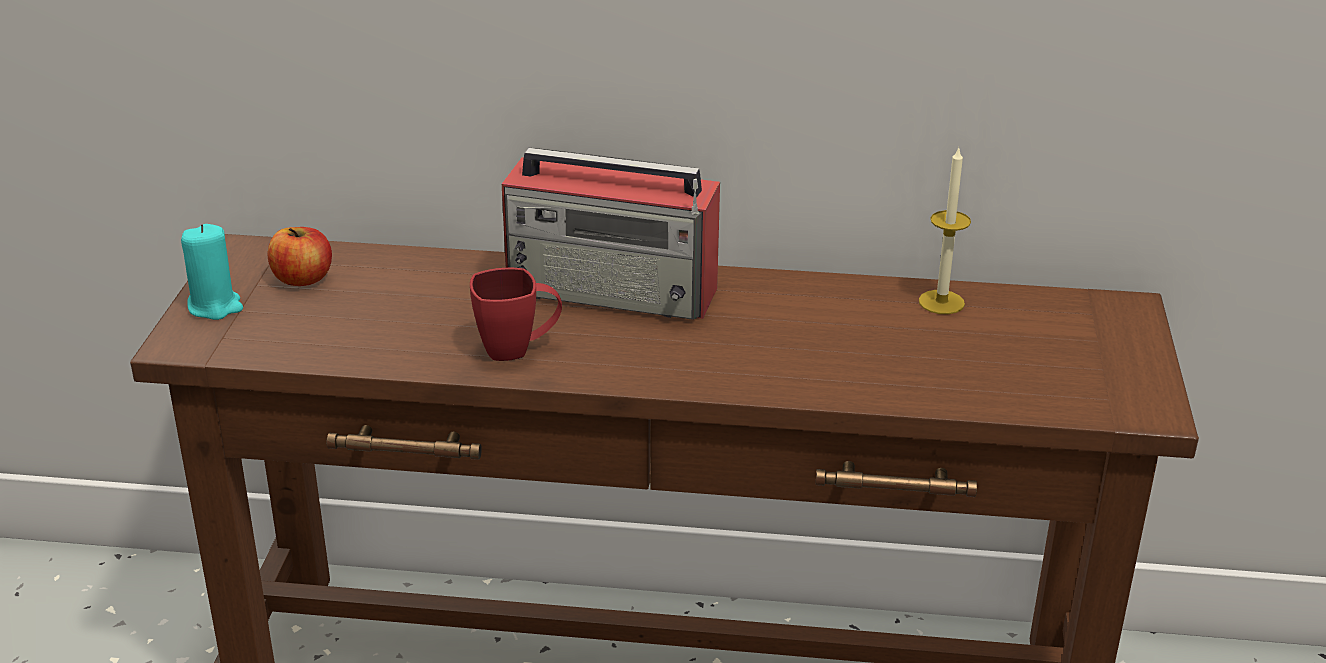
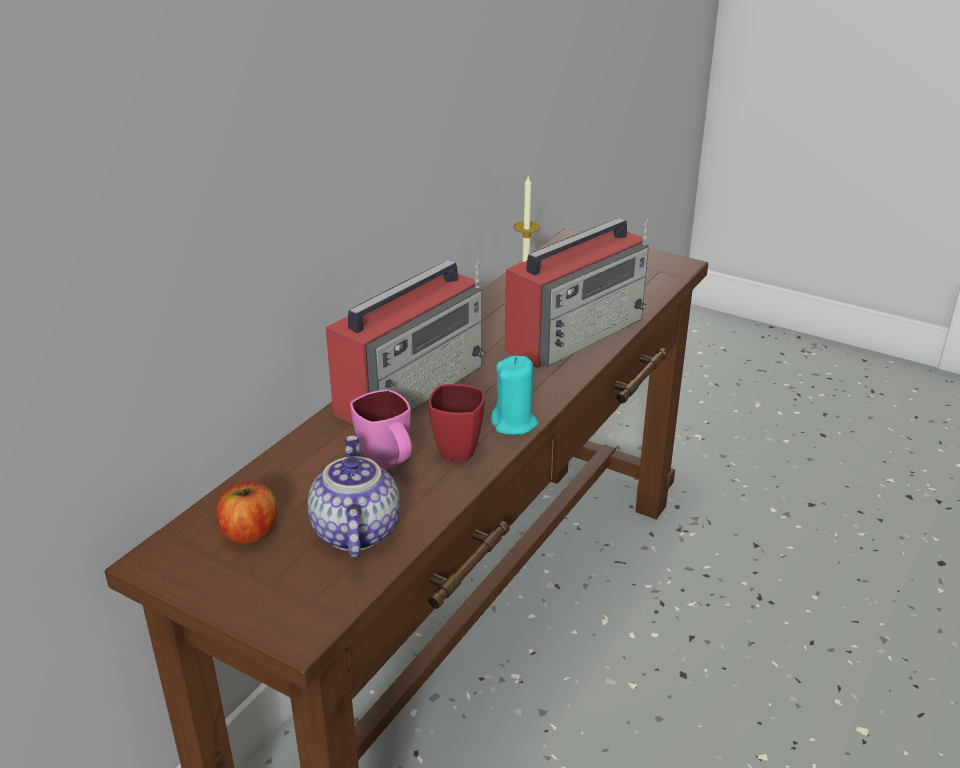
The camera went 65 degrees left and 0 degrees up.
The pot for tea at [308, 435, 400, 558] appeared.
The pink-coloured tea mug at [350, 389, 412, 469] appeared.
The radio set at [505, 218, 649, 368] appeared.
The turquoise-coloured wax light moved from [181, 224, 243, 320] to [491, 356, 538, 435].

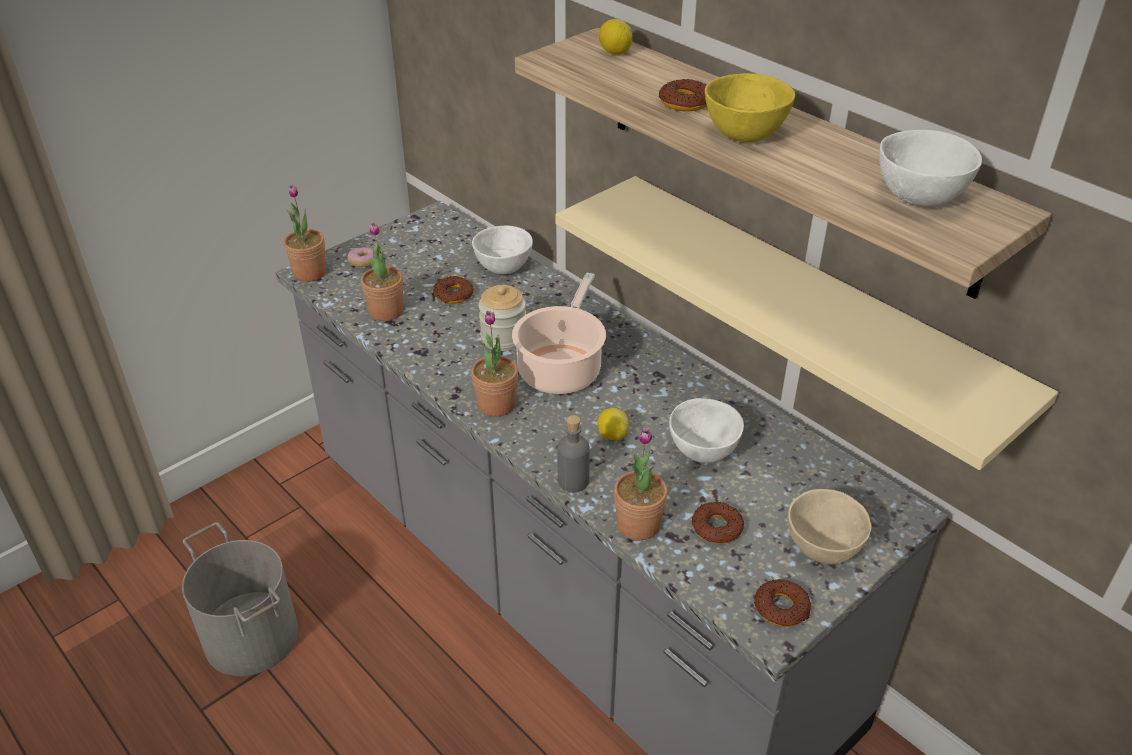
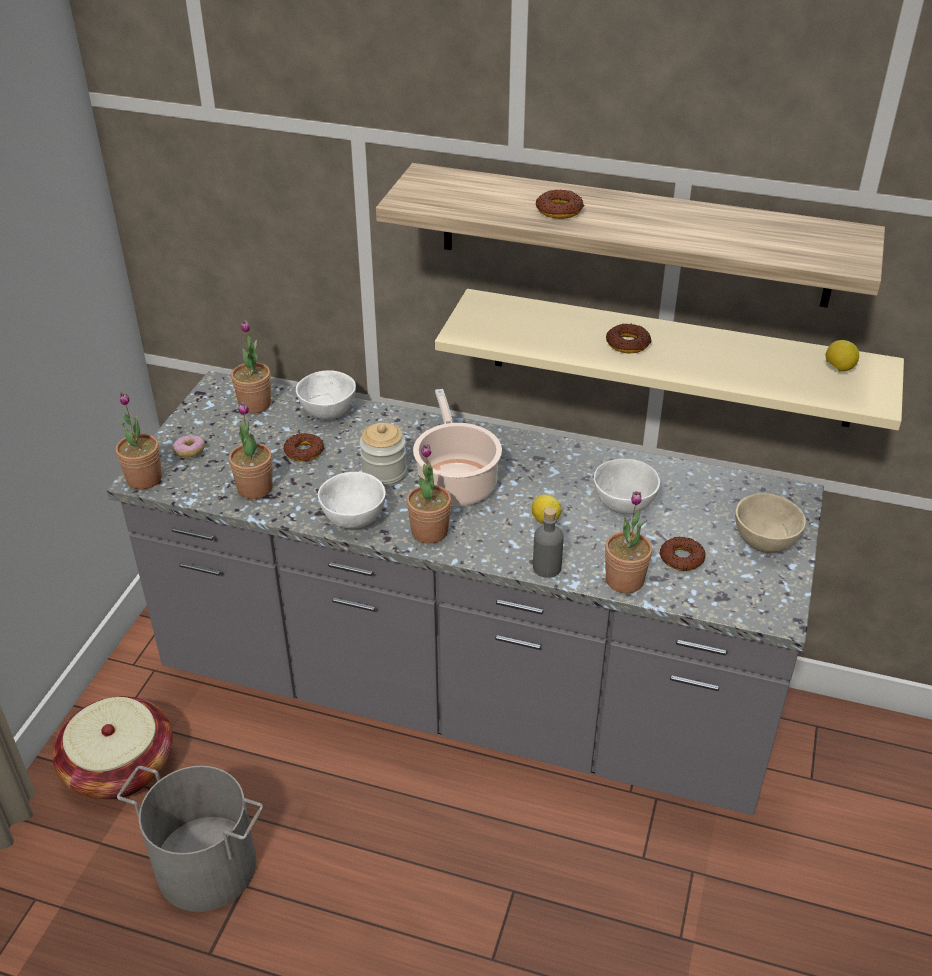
The camera went 30 degrees left and 0 degrees up.
The yellow bowl at [705, 73, 795, 142] disappeared.
The household basket at [52, 696, 173, 799] appeared.
The houseplant at [231, 320, 271, 414] appeared.
The lemon moved from [599, 19, 633, 55] to [826, 340, 859, 372].
The donut moved from [754, 579, 811, 627] to [606, 324, 652, 354].
The whitish bowl moved from [879, 130, 982, 207] to [318, 472, 386, 529].

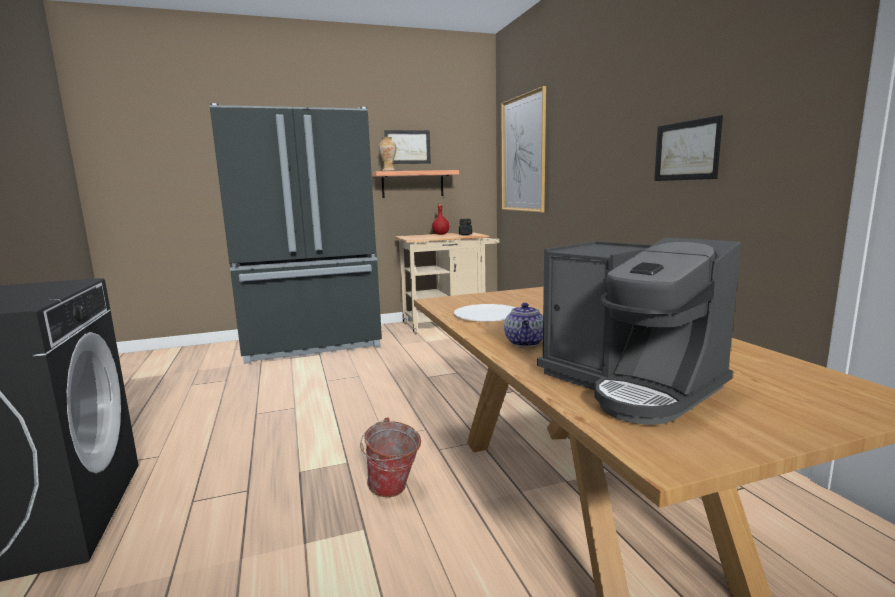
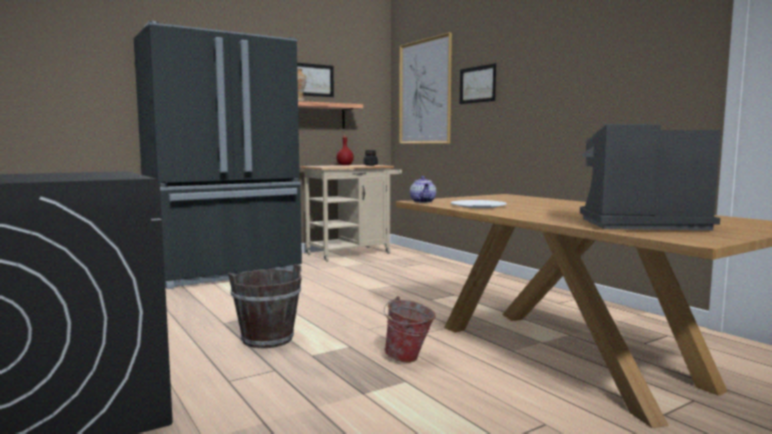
The camera went 15 degrees left and 5 degrees down.
The brown-coloured pail at [228, 264, 302, 348] appeared.
The pot for tea moved from [504, 303, 543, 347] to [410, 176, 436, 203].
The wall picture moved from [654, 115, 723, 181] to [460, 63, 496, 104].
The coffee machine at [537, 237, 741, 425] turned 150 degrees clockwise.

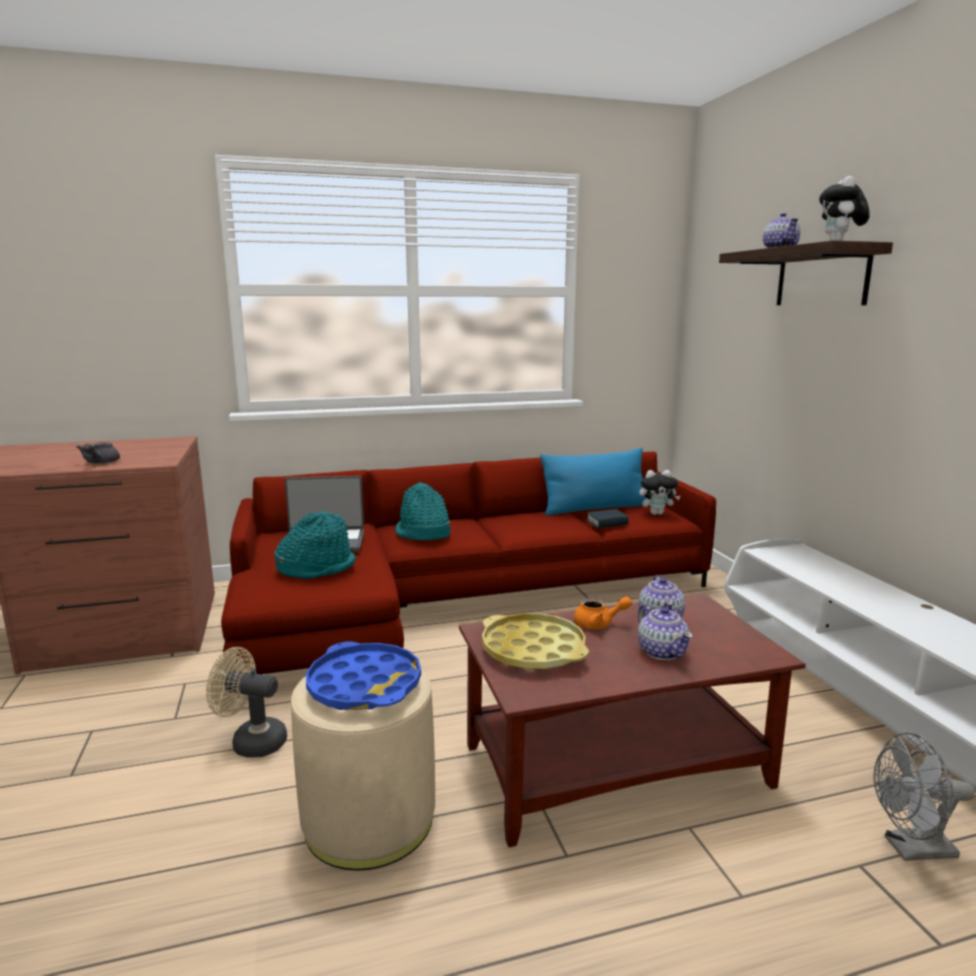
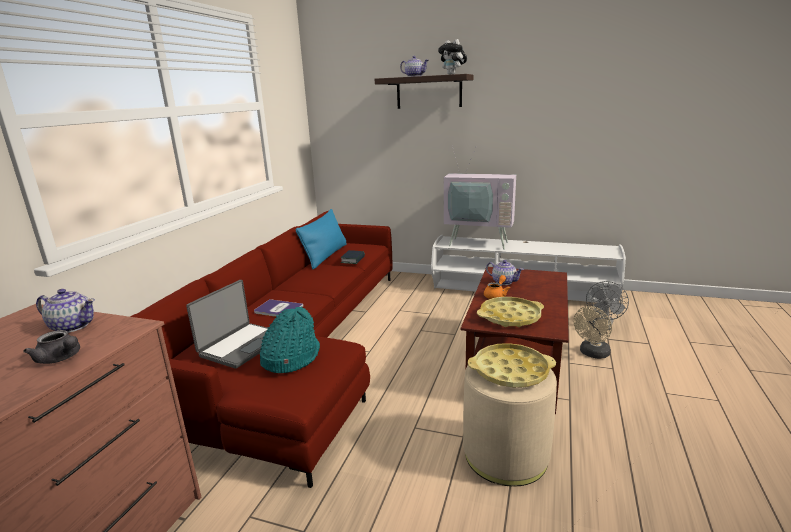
The camera went 55 degrees left and 5 degrees up.
The soft toy at [639, 470, 680, 515] disappeared.
The television at [444, 146, 516, 250] appeared.
The beige cooling fan moved from [206, 647, 287, 758] to [573, 306, 612, 359].
The pot for tea moved from [638, 604, 693, 660] to [36, 289, 95, 333].
The turquoise-coloured hat at [395, 482, 451, 540] was replaced by the bound book at [254, 299, 303, 317].
The blue-coloured carrying tray at [306, 641, 421, 710] became the yellow carrying tray at [468, 343, 556, 387].

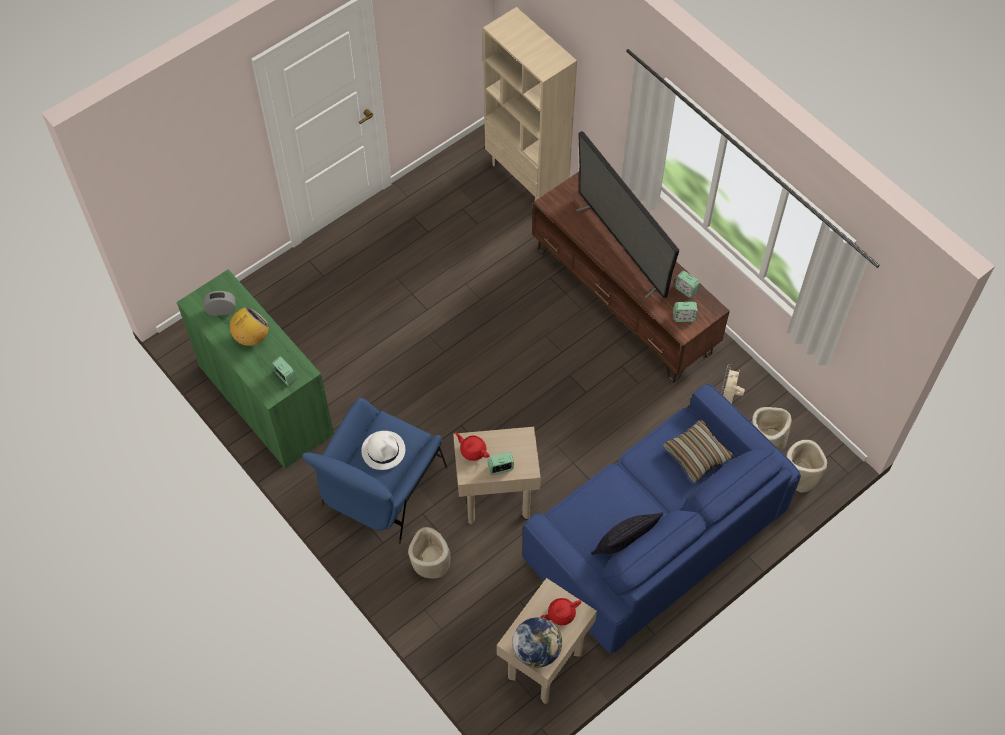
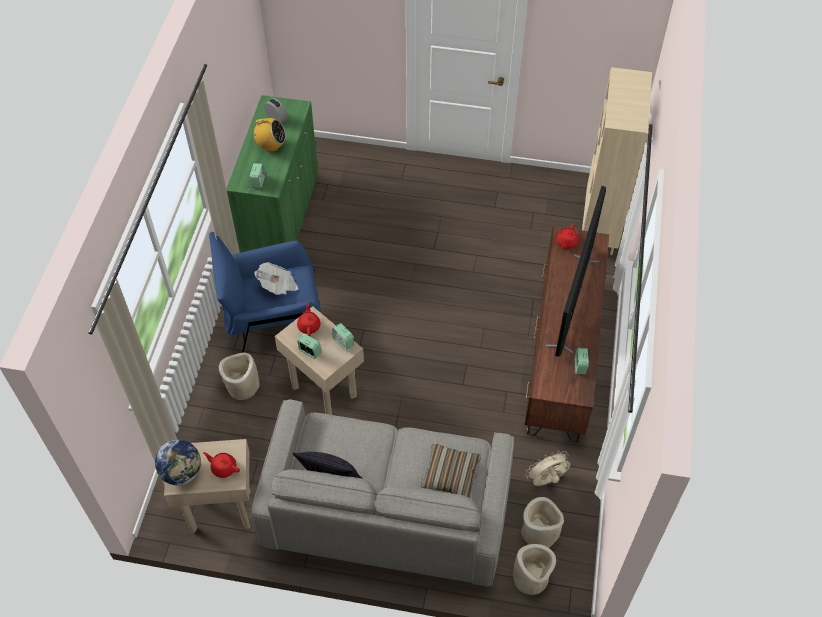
The camera went 50 degrees right and 5 degrees down.
The reddish pot for tea at [556, 224, 579, 249] appeared.
The alarm clock moved from [673, 302, 698, 322] to [332, 323, 354, 351].
The whitish hat at [361, 431, 405, 470] was replaced by the daily paper at [255, 262, 298, 295].
The blue-coloured settee at [522, 384, 801, 654] became the grey settee at [252, 399, 514, 586].

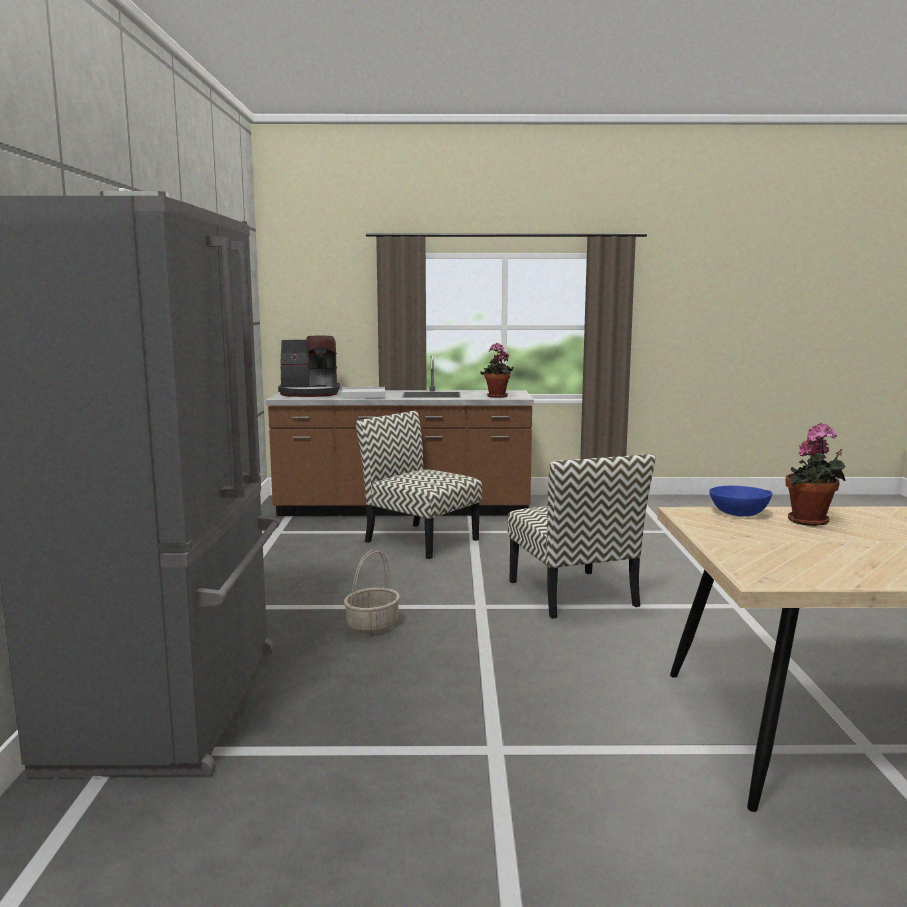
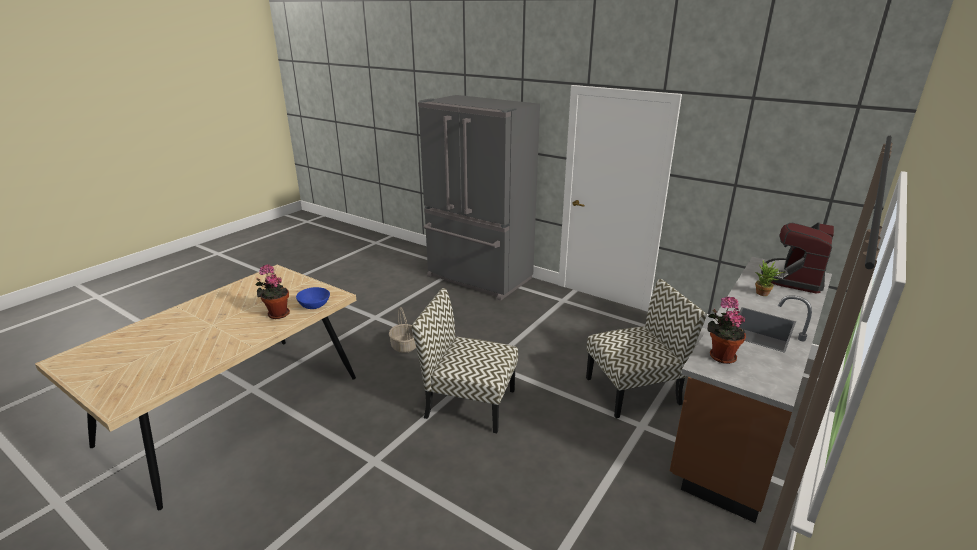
The camera went 125 degrees right and 15 degrees up.
The household basket moved from [344, 550, 400, 634] to [389, 307, 416, 353].
The whitish carrying tray at [341, 387, 385, 399] was replaced by the houseplant at [755, 260, 785, 296].

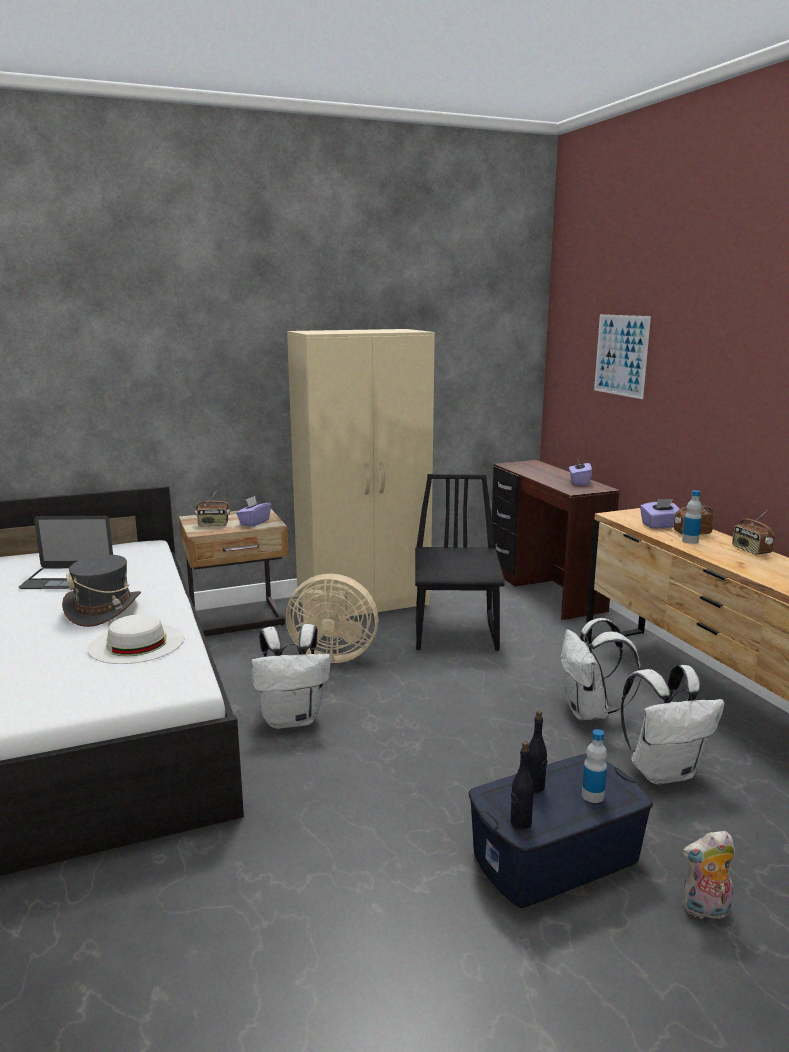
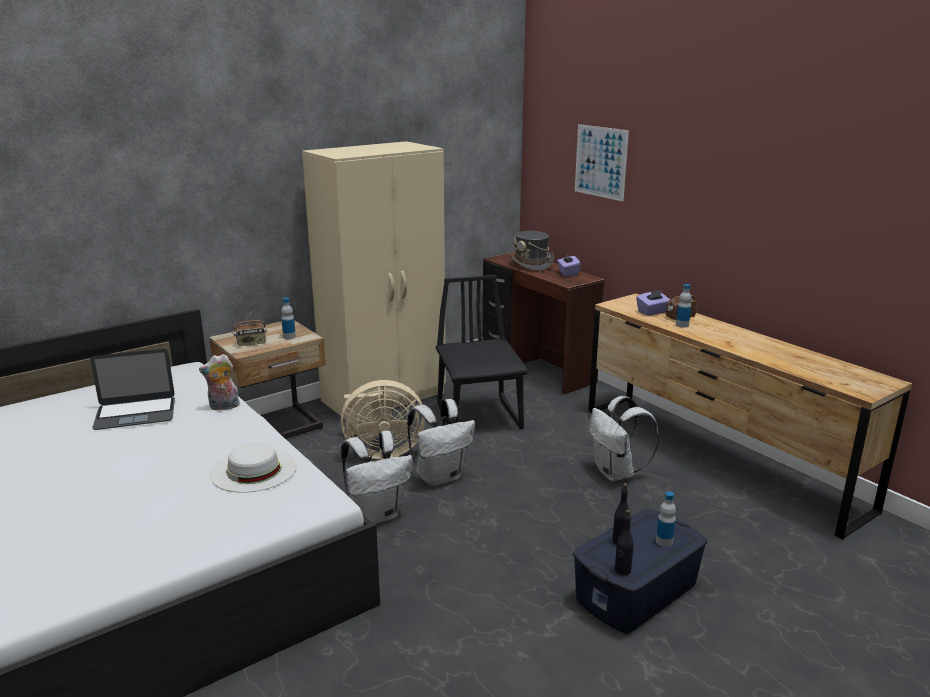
The camera went 15 degrees left and 5 degrees up.
The radio set at [732, 511, 775, 555] disappeared.
The grey hat moved from [62, 555, 141, 627] to [509, 231, 555, 271].
The whitish rucksack moved from [621, 665, 725, 785] to [407, 399, 475, 486].
The soft toy moved from [683, 831, 735, 919] to [199, 354, 240, 411].
The purplish box of tissues at [236, 496, 271, 526] was replaced by the bottle at [281, 298, 296, 339].

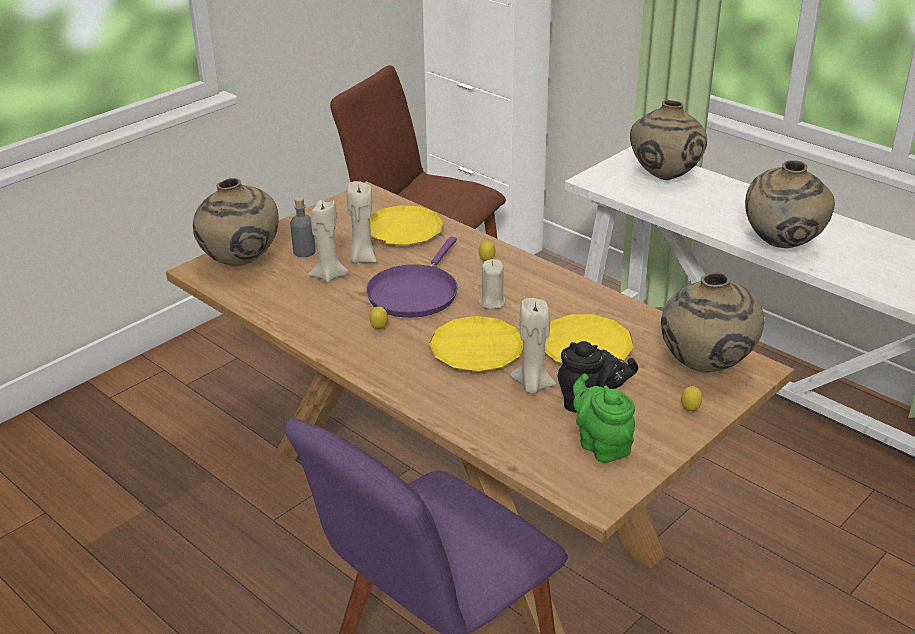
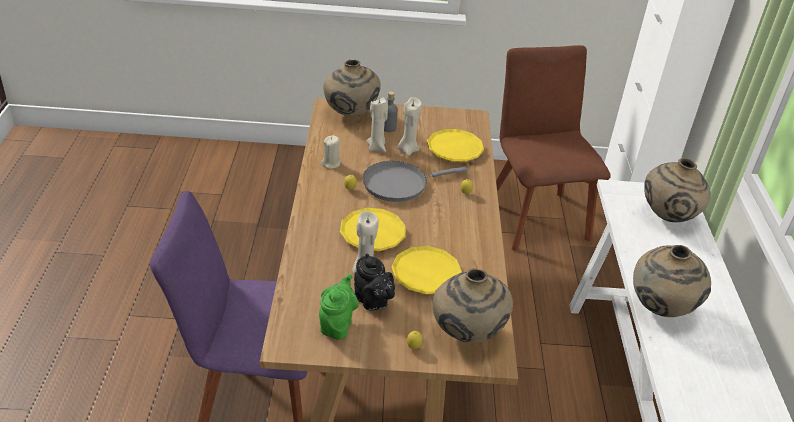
The camera went 45 degrees right and 5 degrees up.
The beige wax light moved from [478, 259, 506, 309] to [321, 135, 341, 169].
The purplish skillet at [366, 237, 458, 318] became the grey skillet at [363, 161, 468, 202].

